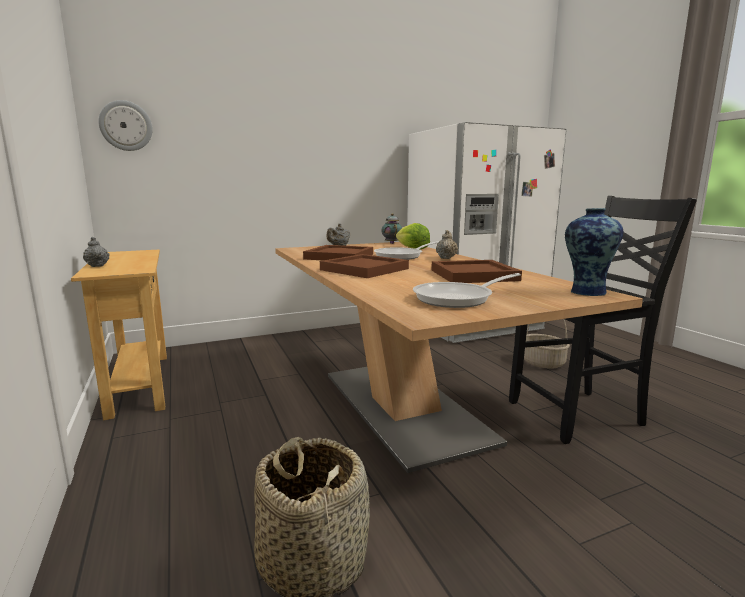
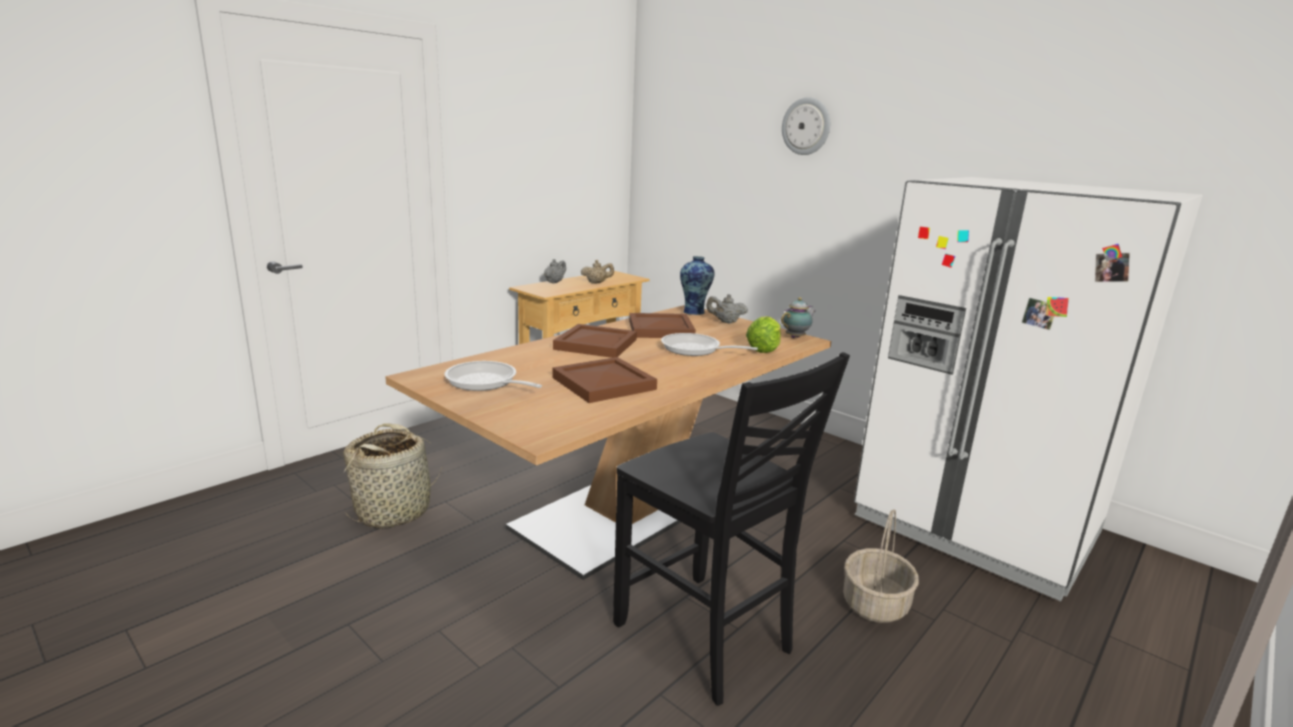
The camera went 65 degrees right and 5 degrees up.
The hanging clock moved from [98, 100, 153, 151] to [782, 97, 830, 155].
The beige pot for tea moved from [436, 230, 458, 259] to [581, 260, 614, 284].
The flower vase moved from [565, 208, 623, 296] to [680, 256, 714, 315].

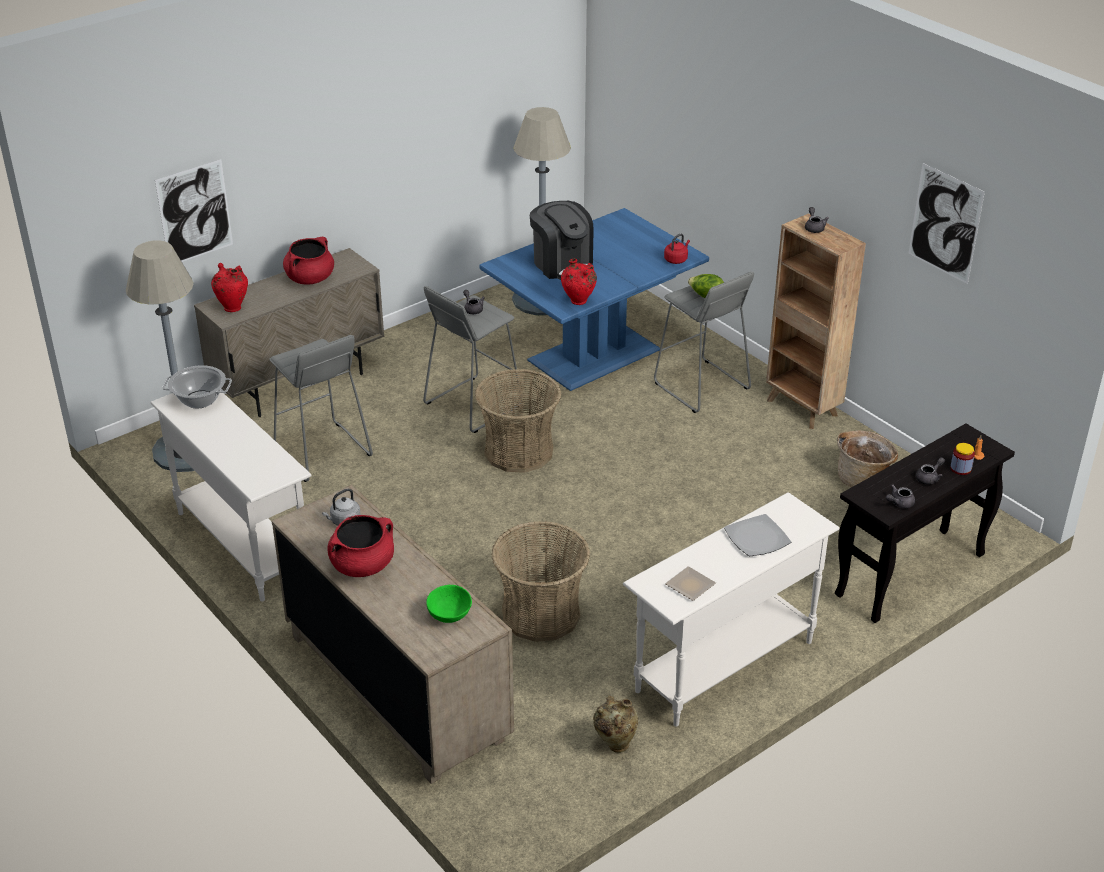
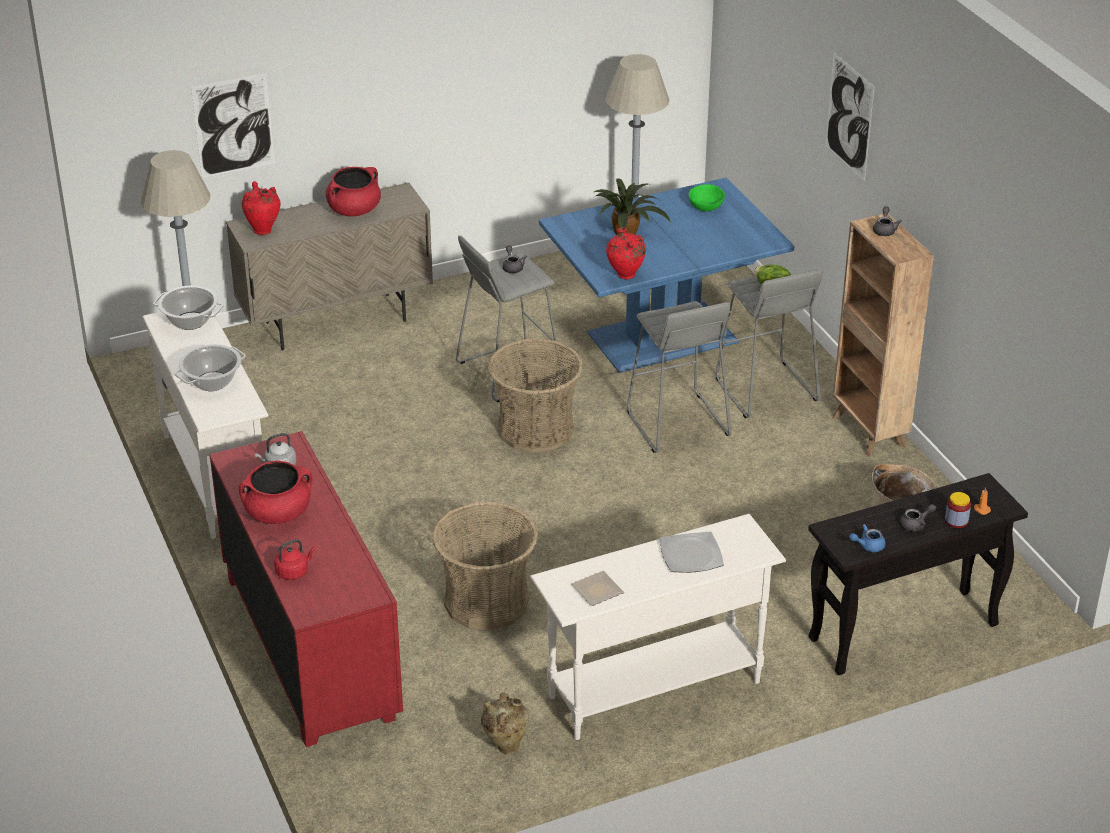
The camera went 15 degrees right and 0 degrees up.
The cooking pot at [175, 344, 246, 391] appeared.
The grey stool moved from [269, 335, 373, 482] to [627, 301, 731, 453].
The green bowl moved from [426, 585, 472, 623] to [689, 184, 725, 211].
The reddish kettle moved from [664, 234, 690, 264] to [274, 539, 316, 580].
The wall picture moved from [908, 163, 985, 284] to [825, 53, 874, 181].
The coffee machine at [530, 201, 594, 280] was replaced by the houseplant at [593, 178, 671, 235].
The beige chest of drawers at [272, 485, 514, 784] became the reddish chest of drawers at [209, 431, 403, 747].
The grey pot for tea at [886, 484, 915, 508] became the blue-coloured pot for tea at [849, 524, 886, 552].

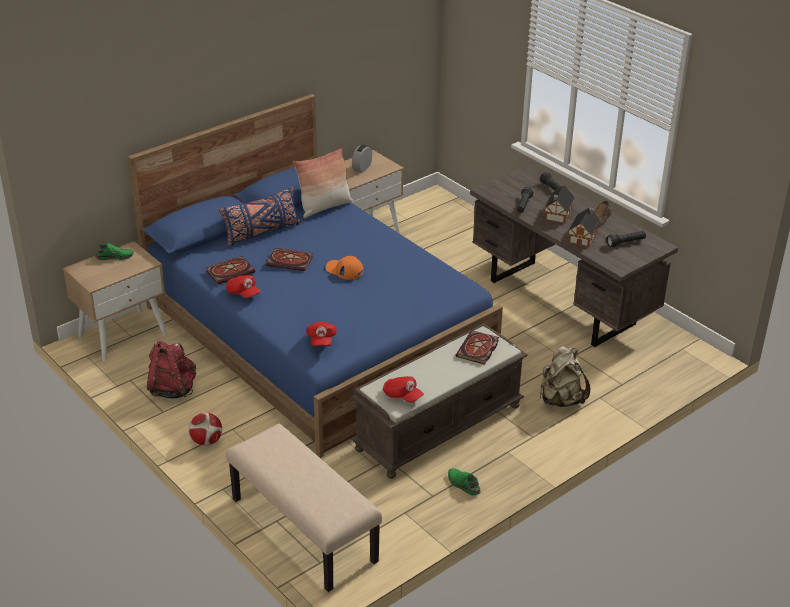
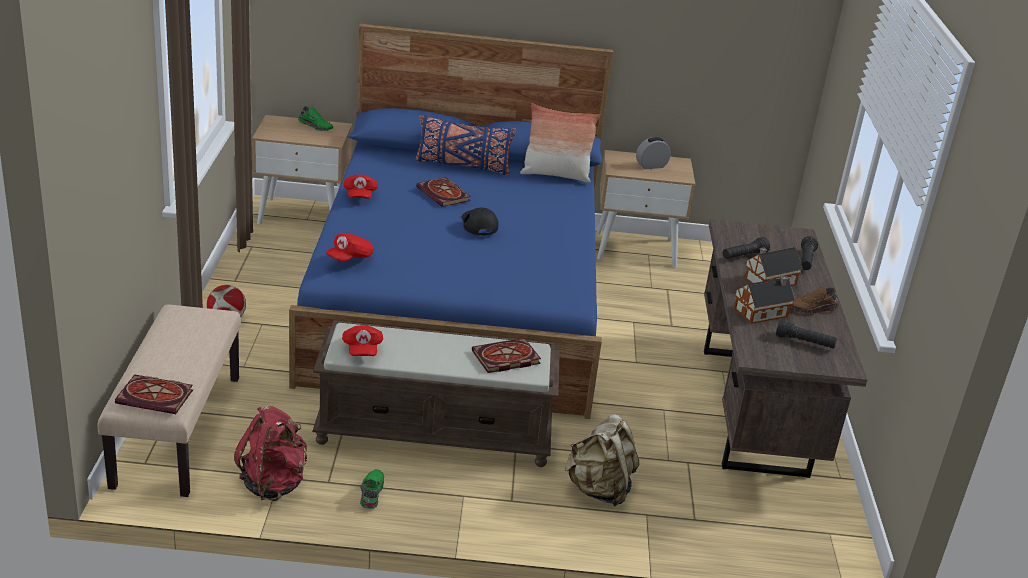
The camera went 40 degrees right and 5 degrees down.
The reddish rucksack moved from [147, 340, 196, 399] to [234, 406, 307, 501].
The bound book moved from [206, 256, 255, 284] to [115, 374, 193, 414].
The orange cap at [326, 256, 364, 280] became the blackish cap at [461, 208, 499, 235].

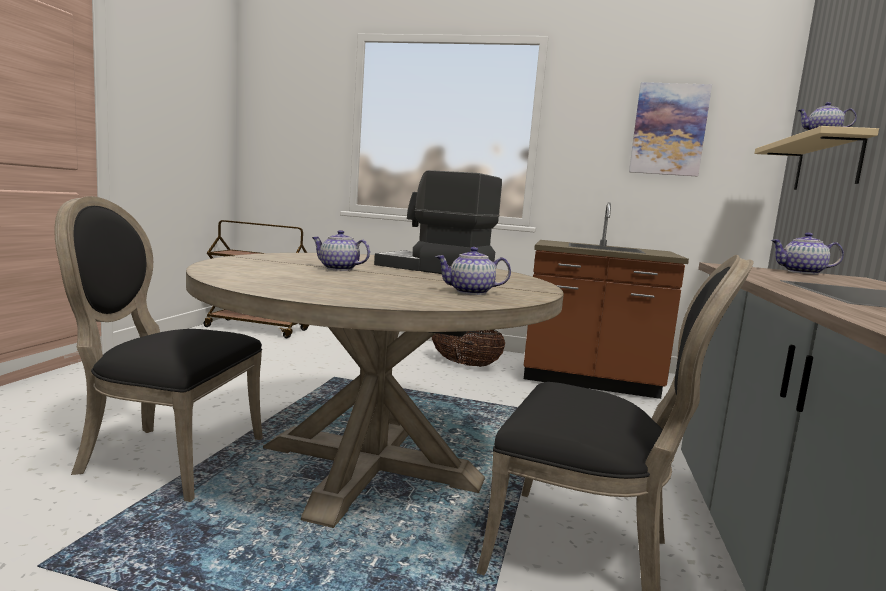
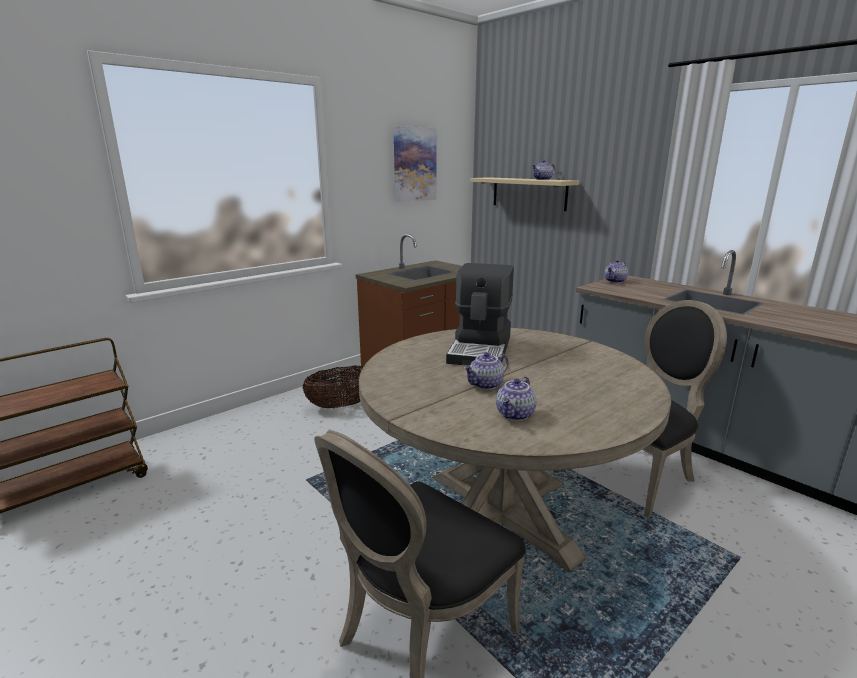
The camera went 55 degrees left and 10 degrees up.
The pot for tea moved from [435, 247, 511, 295] to [496, 376, 537, 421].
The coffee machine at [374, 170, 502, 274] turned 45 degrees counterclockwise.

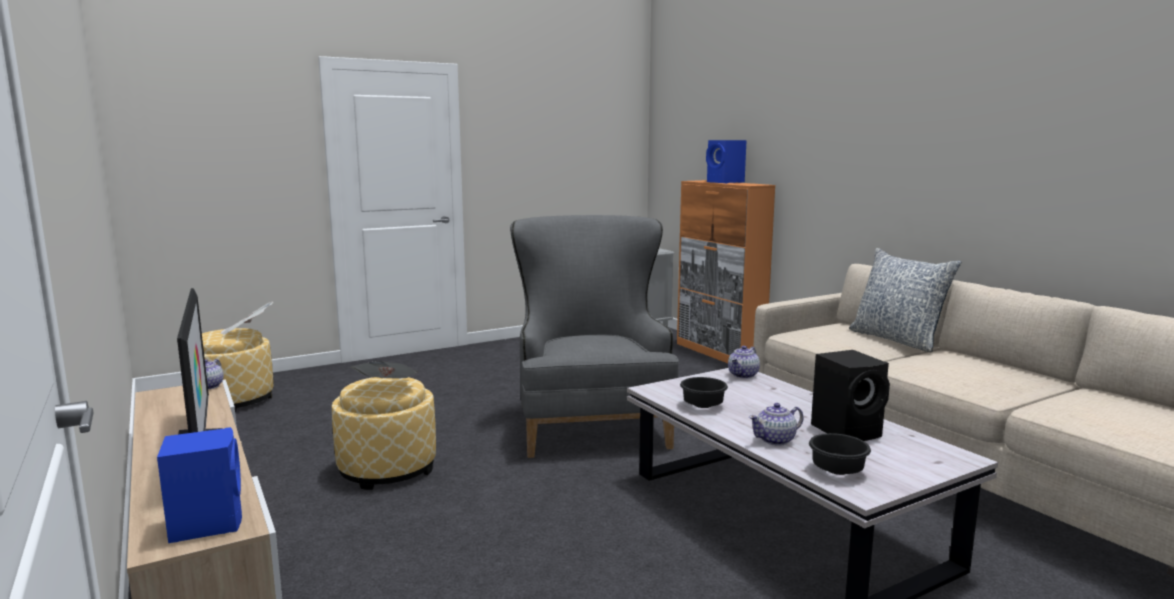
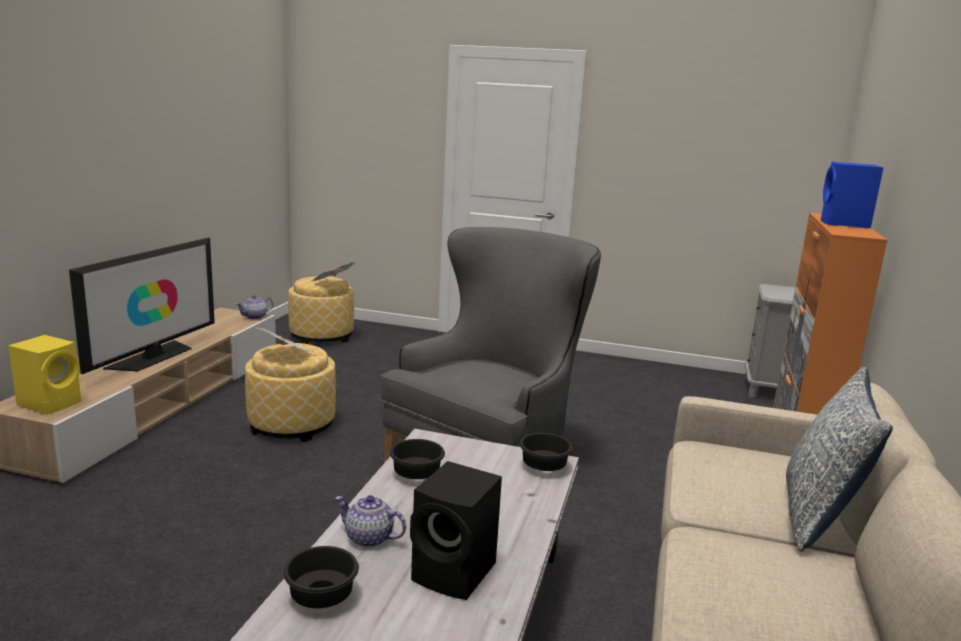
The camera went 45 degrees right and 5 degrees up.
The pot for tea at [728, 346, 760, 378] was replaced by the blackish bowl at [520, 433, 573, 471].
The blue-coloured loudspeaker at [157, 427, 242, 543] became the yellow loudspeaker at [8, 335, 81, 415].

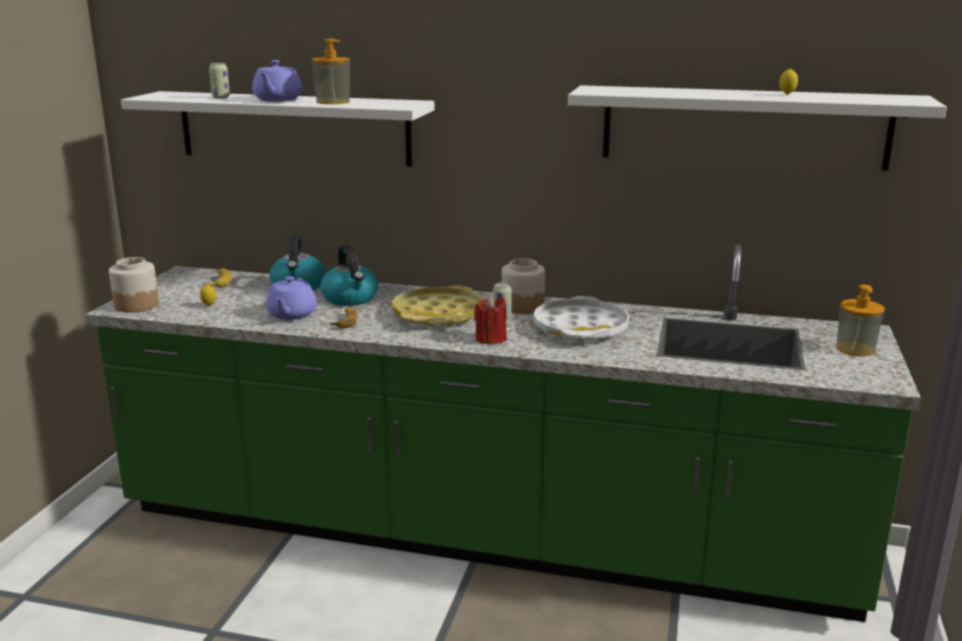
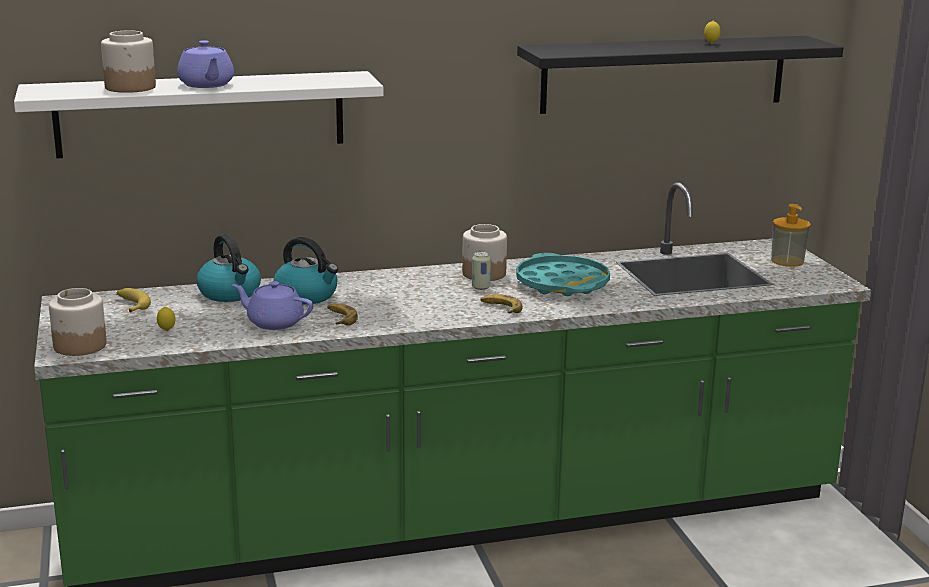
The camera went 30 degrees left and 0 degrees up.
The liquid soap bottle at [312, 39, 350, 104] disappeared.
The yellow carrying tray at [392, 285, 482, 327] disappeared.
The sealed can at [209, 63, 230, 99] was replaced by the storage jar at [101, 30, 156, 93].
The reddish wax light at [474, 295, 507, 344] was replaced by the banana fruit at [480, 294, 523, 313].
The whitish carrying tray at [533, 296, 629, 342] became the turquoise-coloured carrying tray at [516, 253, 610, 296].
The whitish wall shelf at [568, 85, 947, 171] became the blackish wall shelf at [517, 36, 843, 114].
The purplish pot for tea at [266, 276, 317, 320] turned 135 degrees clockwise.

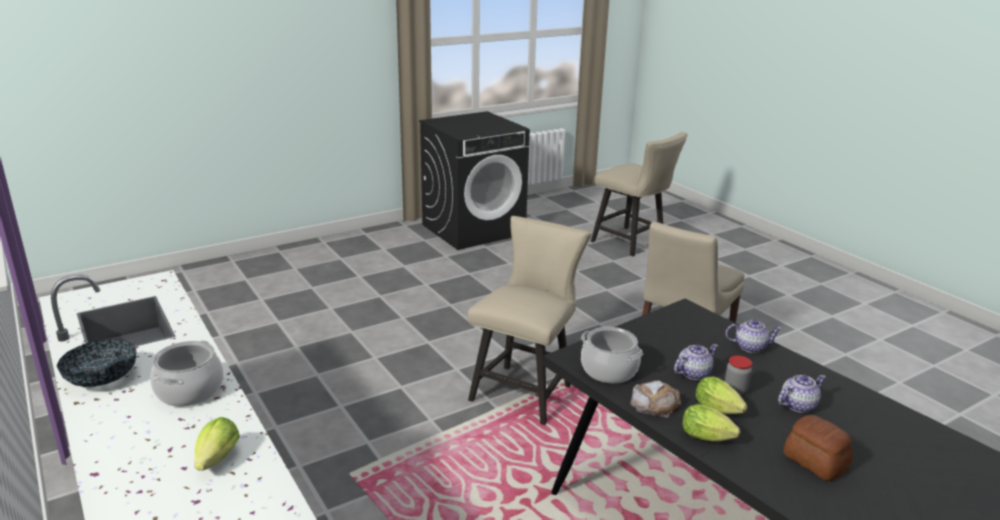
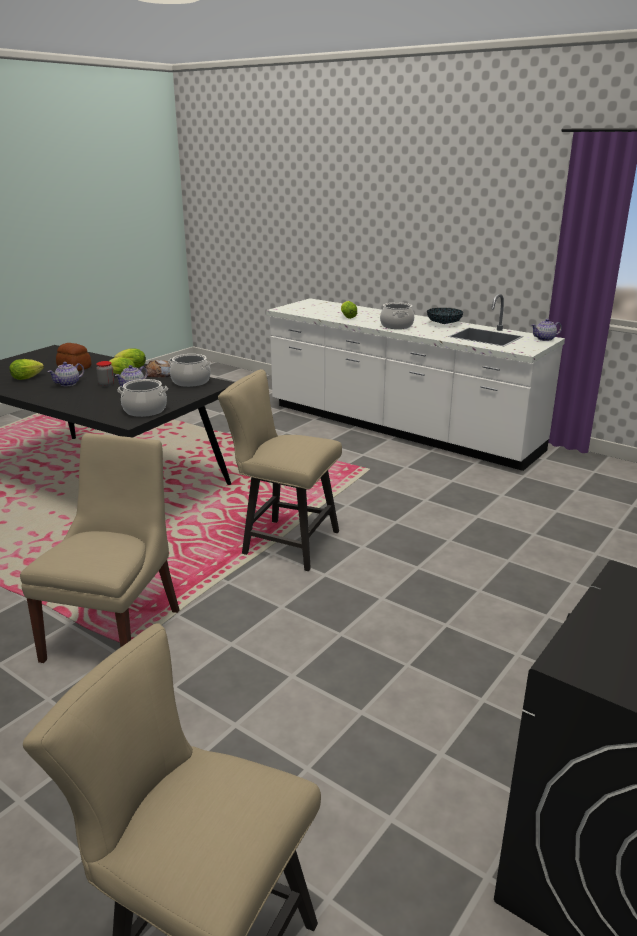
The camera went 160 degrees right and 0 degrees up.
The lettuce at [9, 359, 44, 380] appeared.
The cooking pot at [117, 379, 168, 417] appeared.
The pot for tea moved from [725, 319, 782, 353] to [531, 319, 562, 341].
The beige chair at [468, 216, 591, 425] turned 105 degrees clockwise.

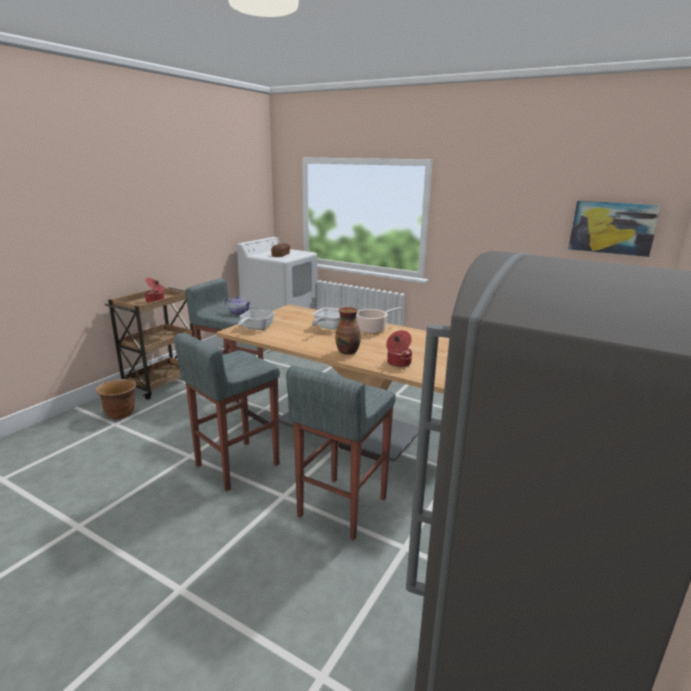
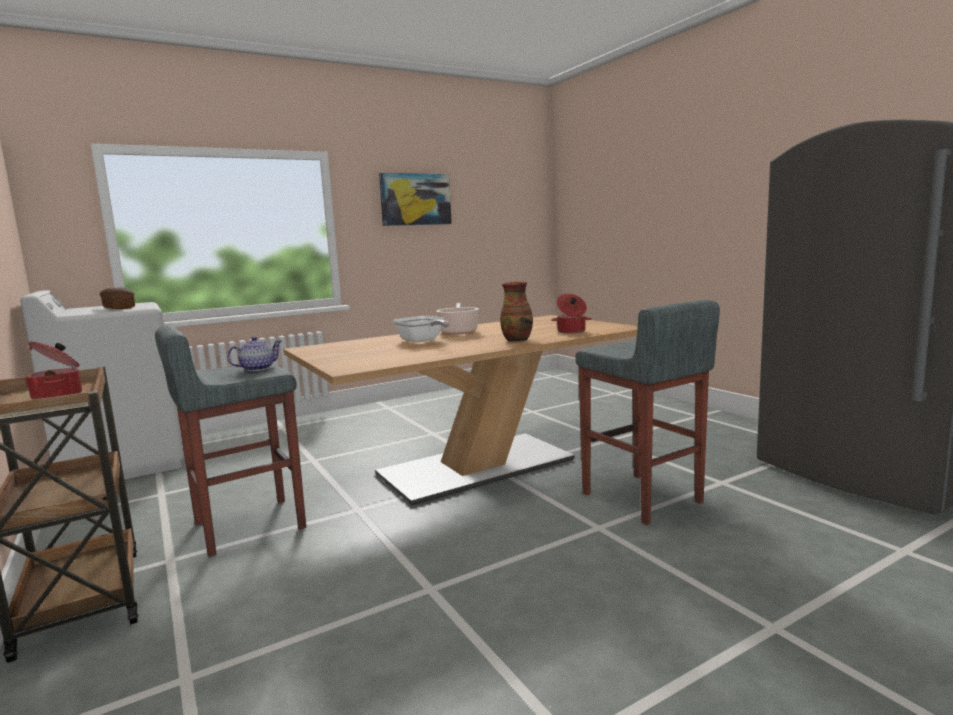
The camera went 60 degrees left and 10 degrees down.
The brown-coloured plant pot at [95, 379, 136, 419] disappeared.
The grey stool at [174, 333, 280, 491] disappeared.
The skillet at [238, 309, 275, 330] disappeared.
The wall picture moved from [568, 201, 661, 257] to [379, 173, 452, 226].

